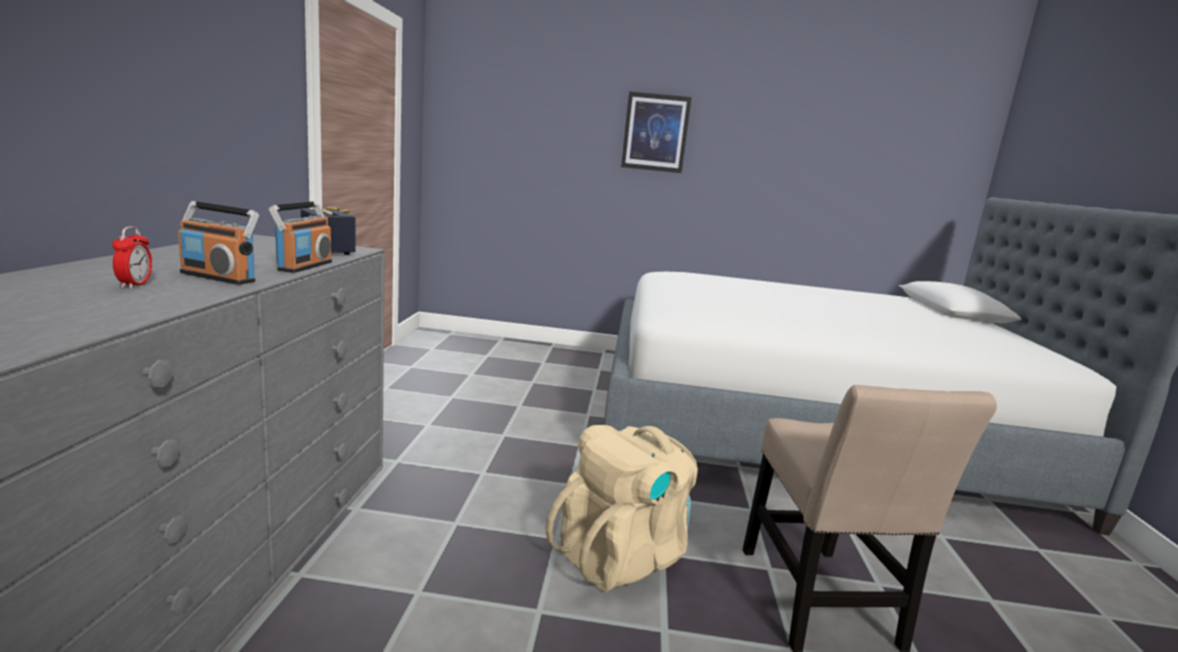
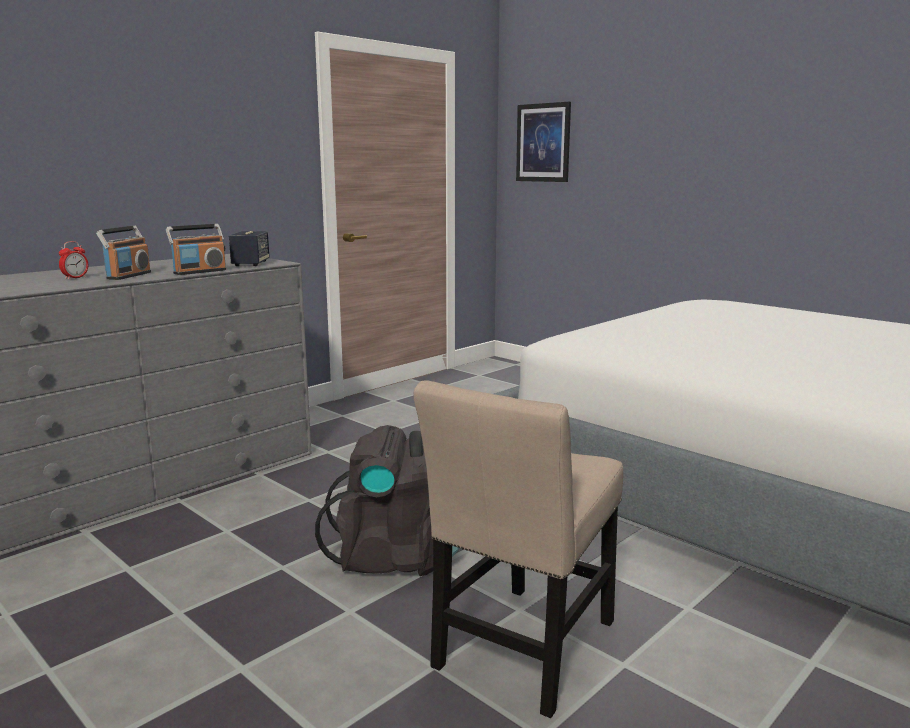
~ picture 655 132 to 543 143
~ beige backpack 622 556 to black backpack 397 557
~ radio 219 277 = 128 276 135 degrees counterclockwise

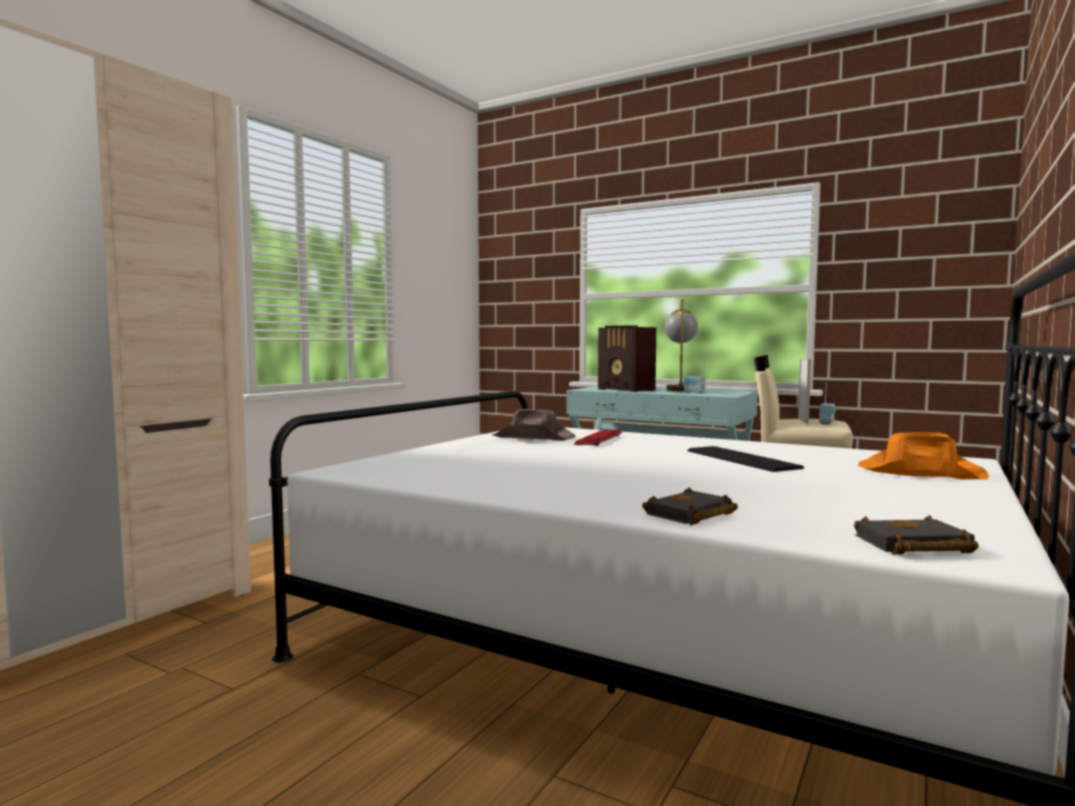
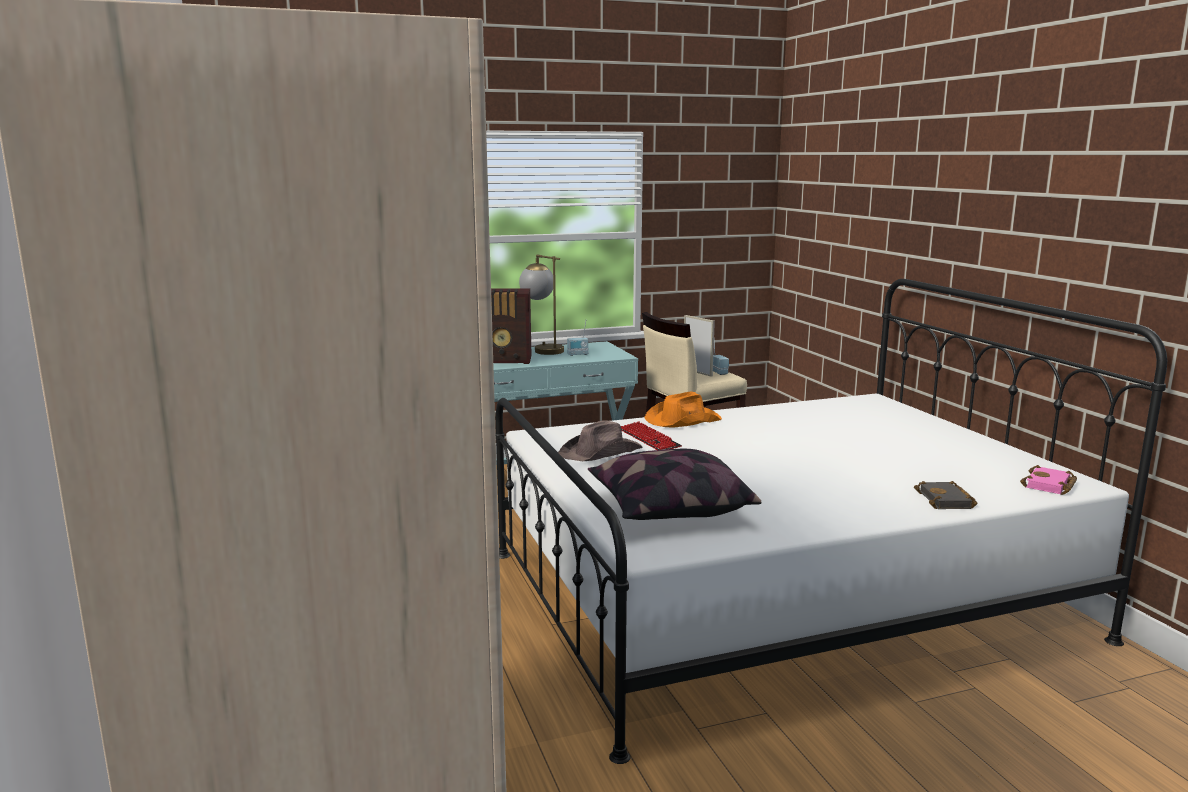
- keyboard 742 459
+ pillow 668 509
~ orange hat 918 472 to 682 420
~ black book 912 546 to pink book 1050 486

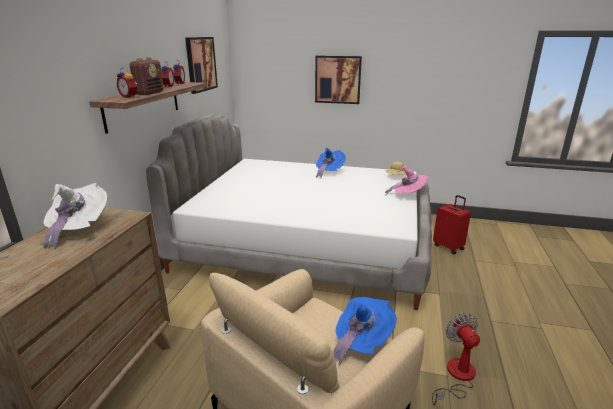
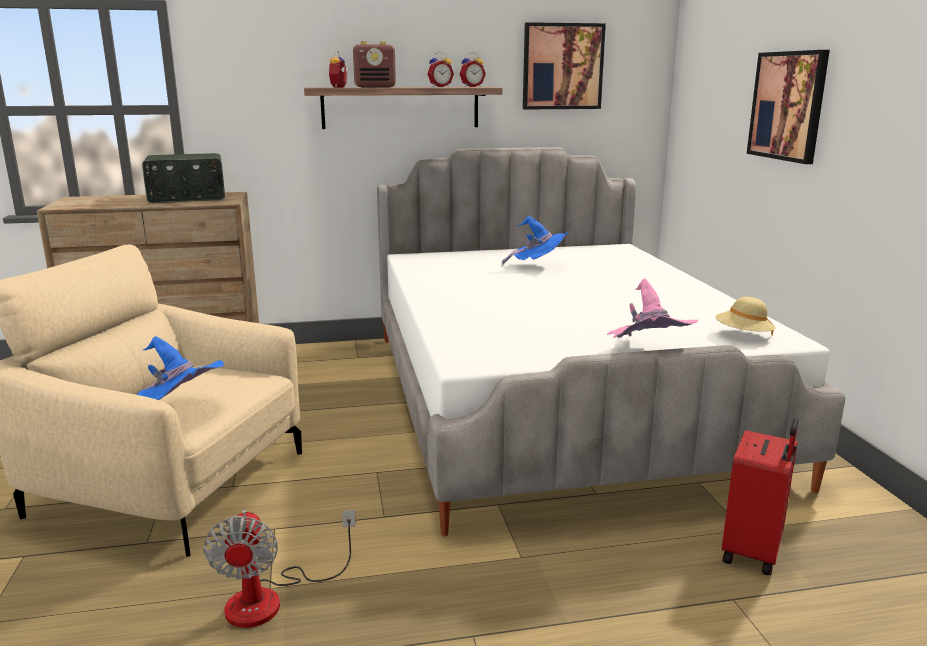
~ blue hat 328 172 to 538 266
~ white hat 77 229 to radio 187 198
~ fan 457 376 = 271 598 120 degrees clockwise

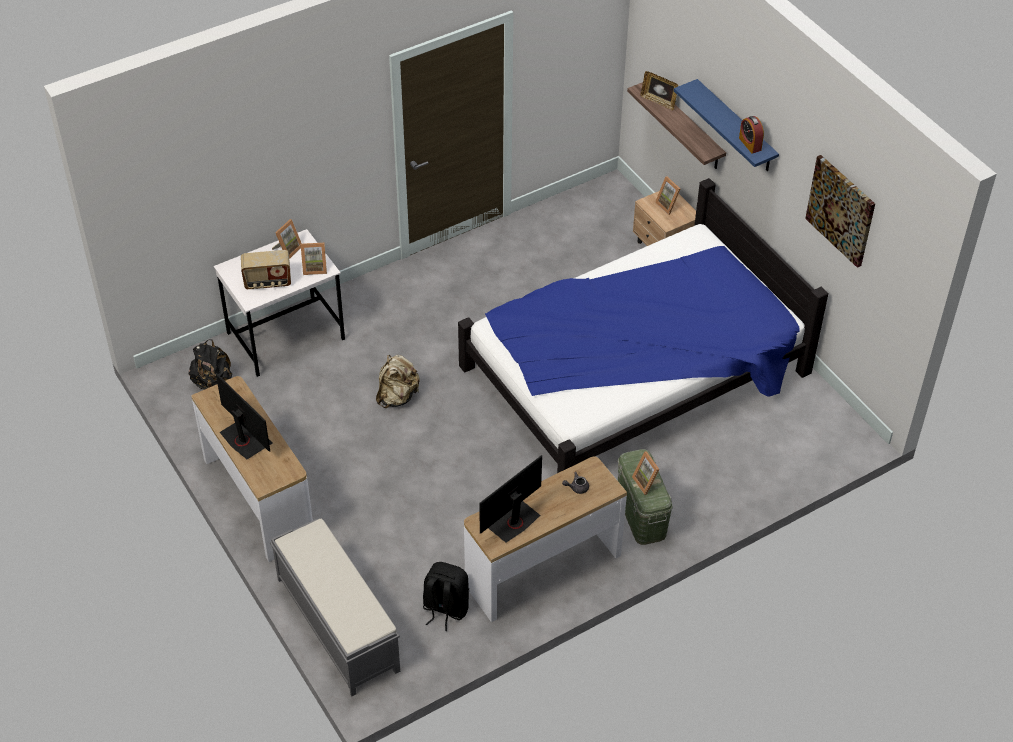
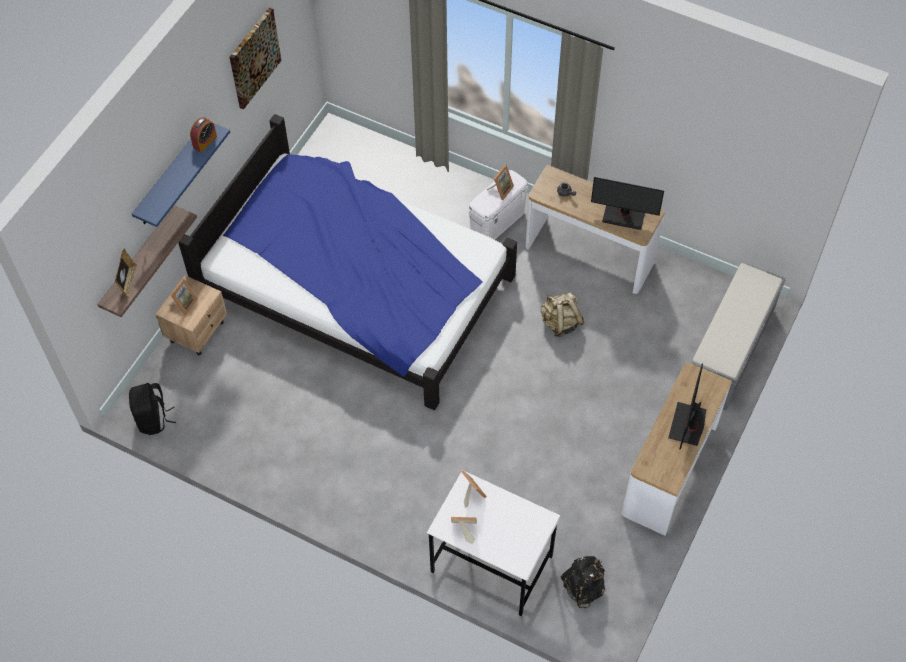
- radio 268 282
~ beige backpack 397 396 to 560 323
~ black backpack 445 609 to 153 419
~ green storage box 641 515 to white storage box 497 221

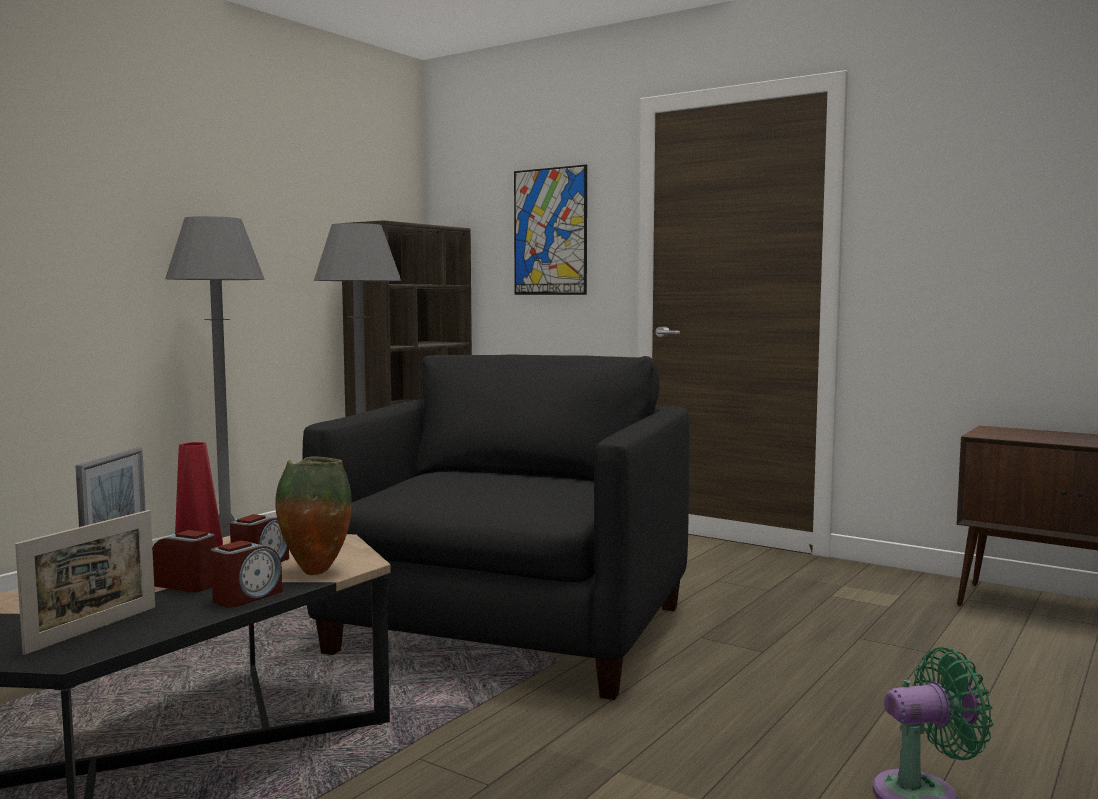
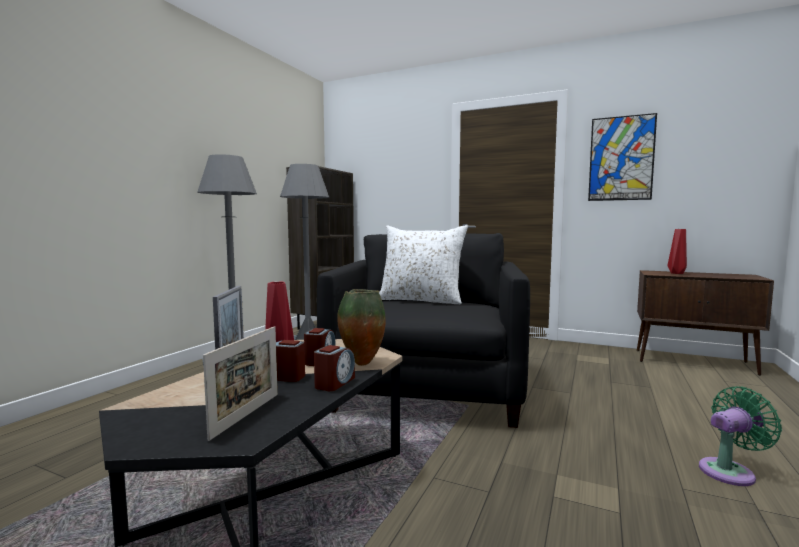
+ white pillow 420 300
+ red vase 677 273
~ picture 550 231 to 621 158

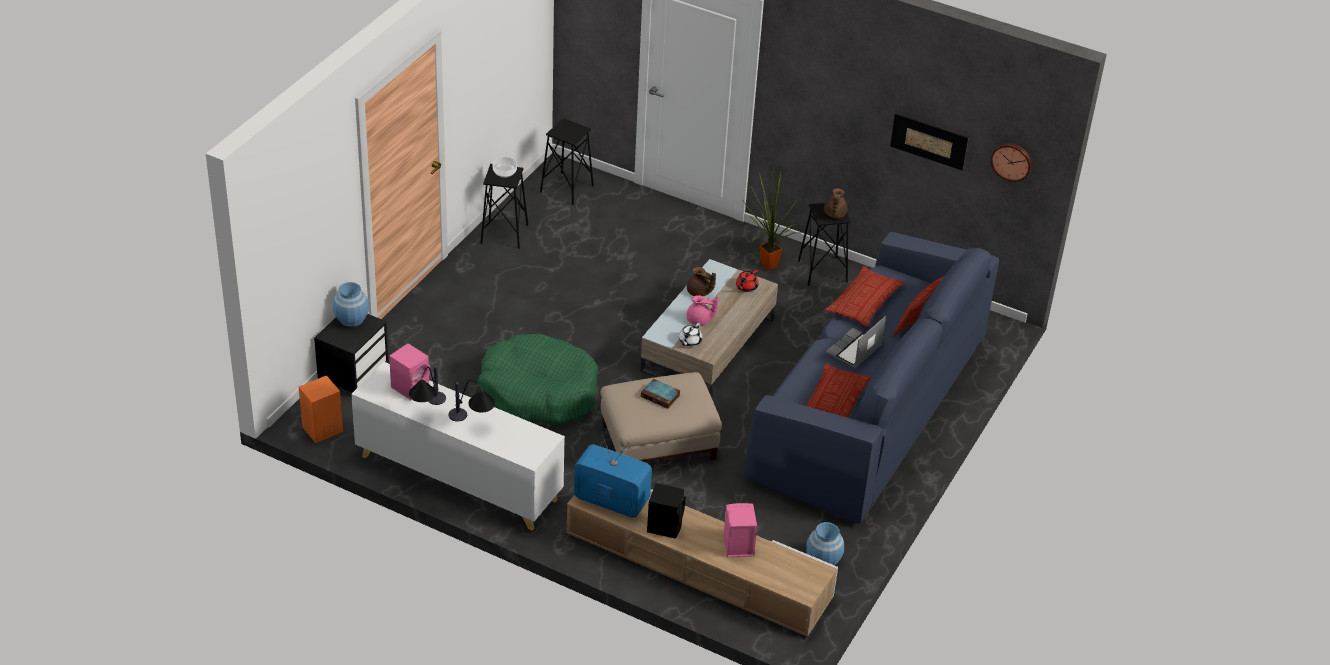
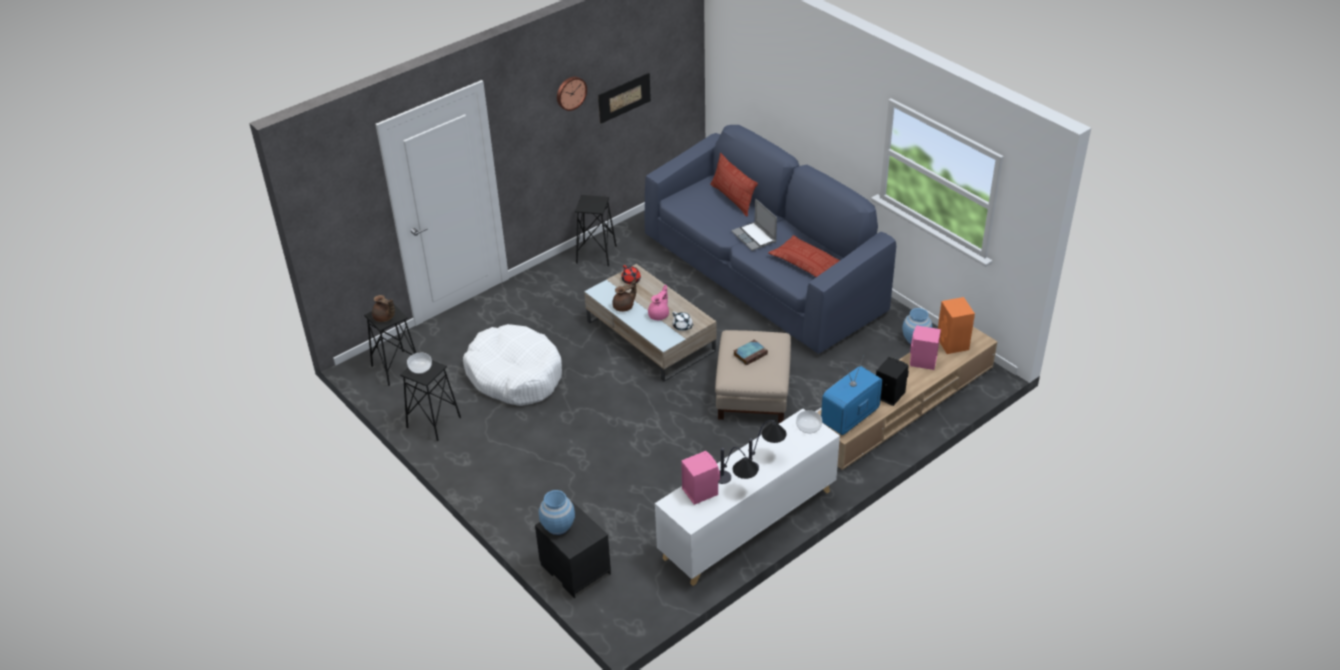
- green dog bed 539 391
- potted plant 766 266
- pillow 864 301
+ white dog bed 515 375
+ bowl 809 427
~ orange speaker 321 429 to 953 344
~ brown teapot 834 214 to 384 318
~ wall clock 1012 161 to 570 92

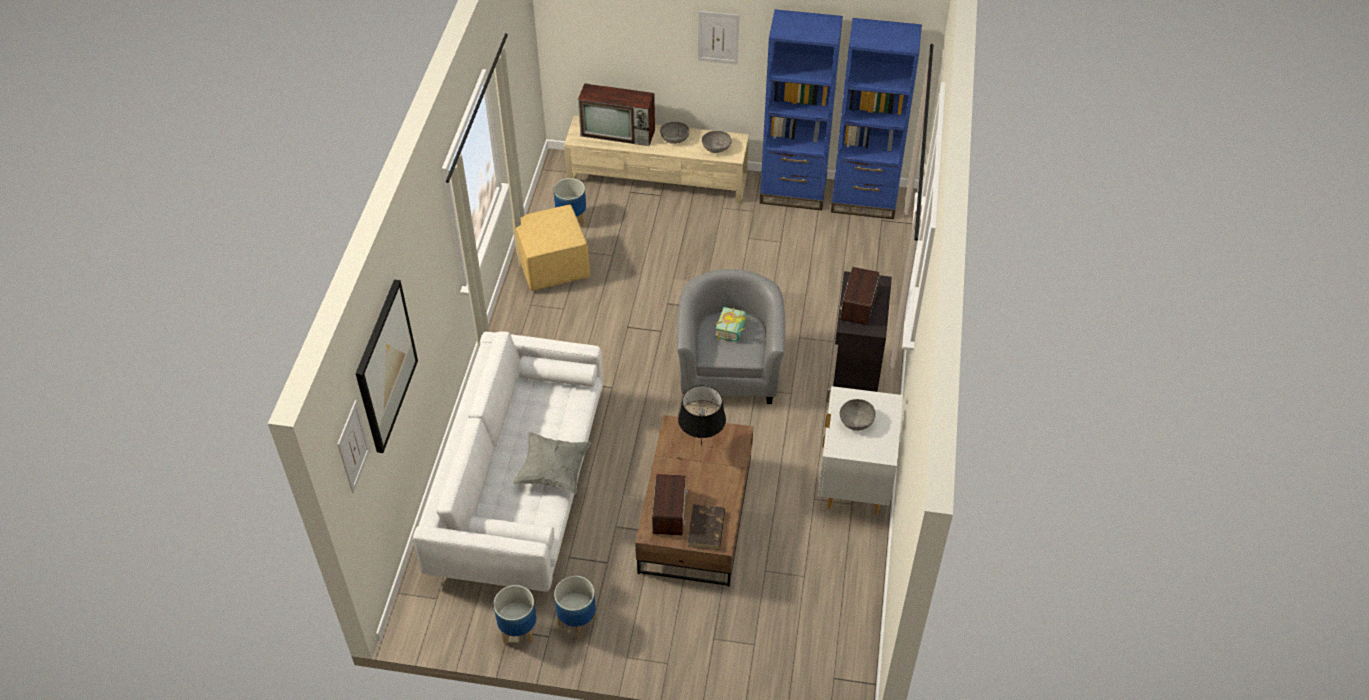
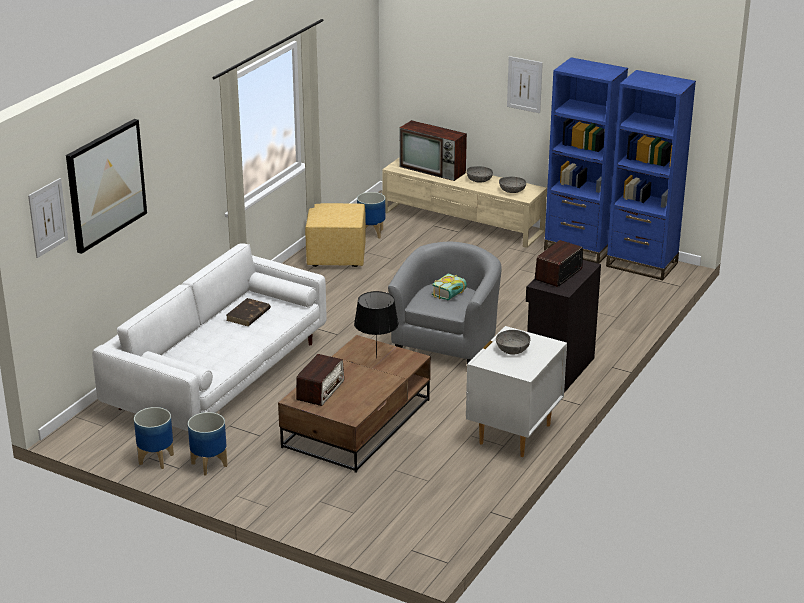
- grey pillow 553 471
~ brown book 706 529 to 248 315

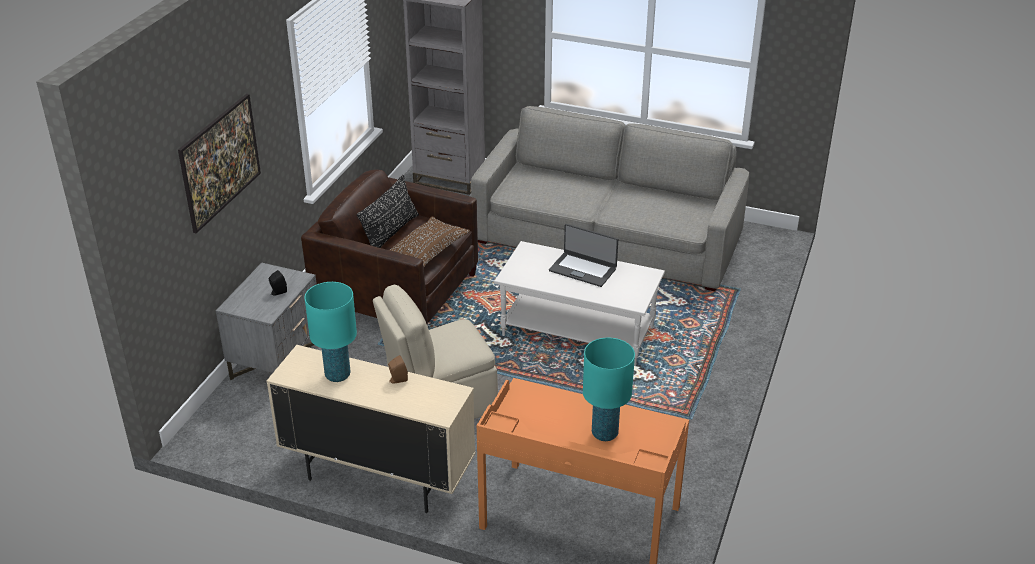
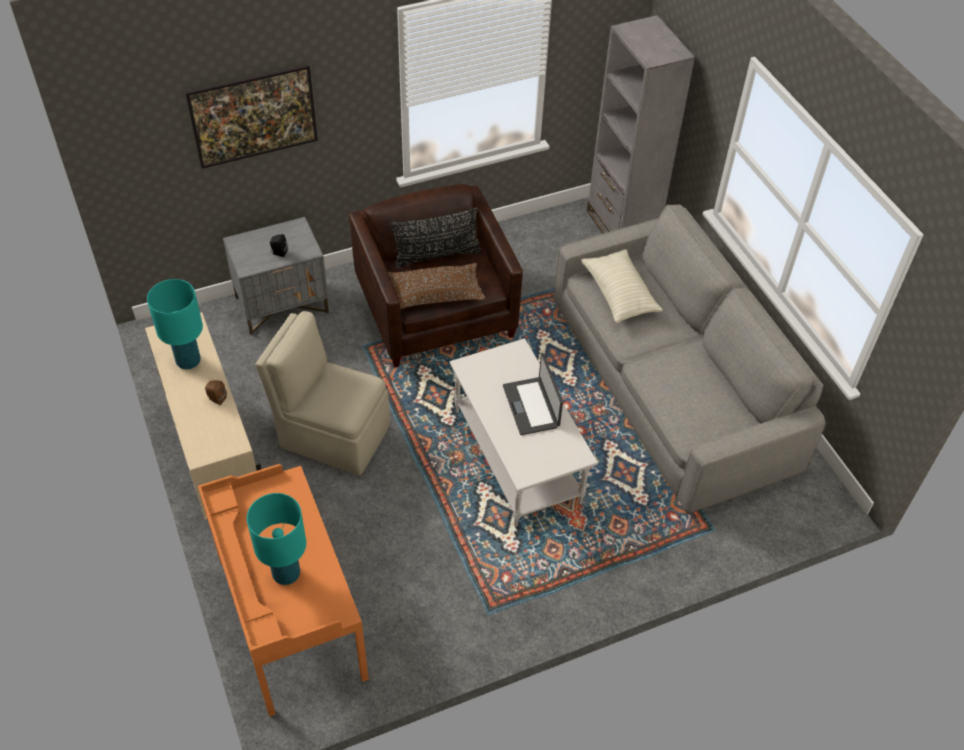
+ beige pillow 619 294

